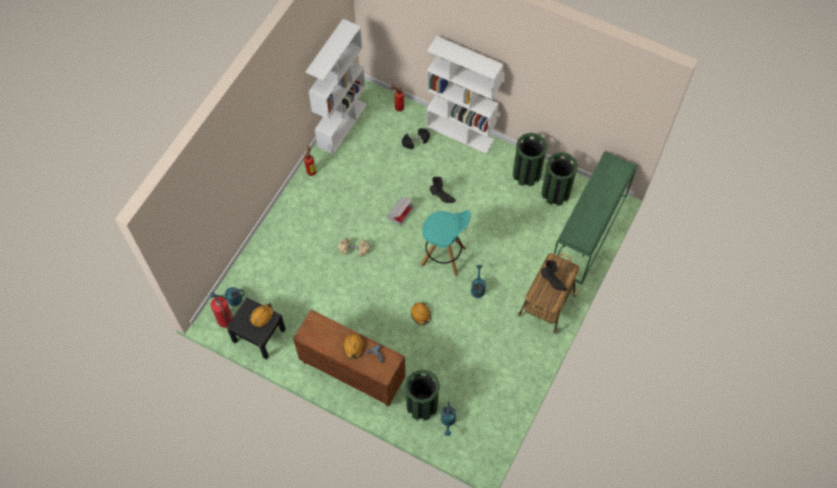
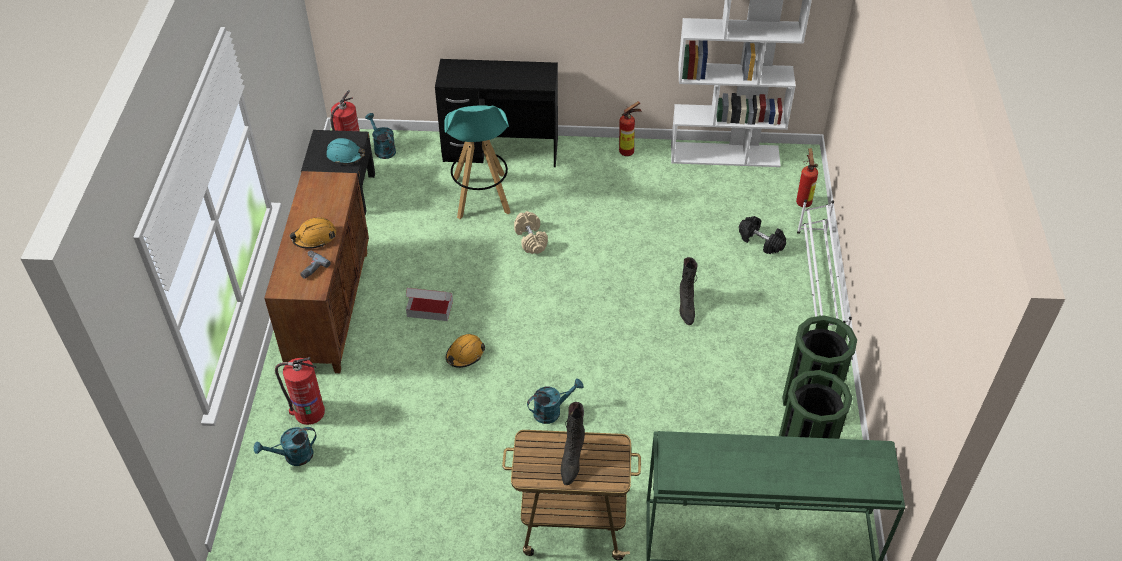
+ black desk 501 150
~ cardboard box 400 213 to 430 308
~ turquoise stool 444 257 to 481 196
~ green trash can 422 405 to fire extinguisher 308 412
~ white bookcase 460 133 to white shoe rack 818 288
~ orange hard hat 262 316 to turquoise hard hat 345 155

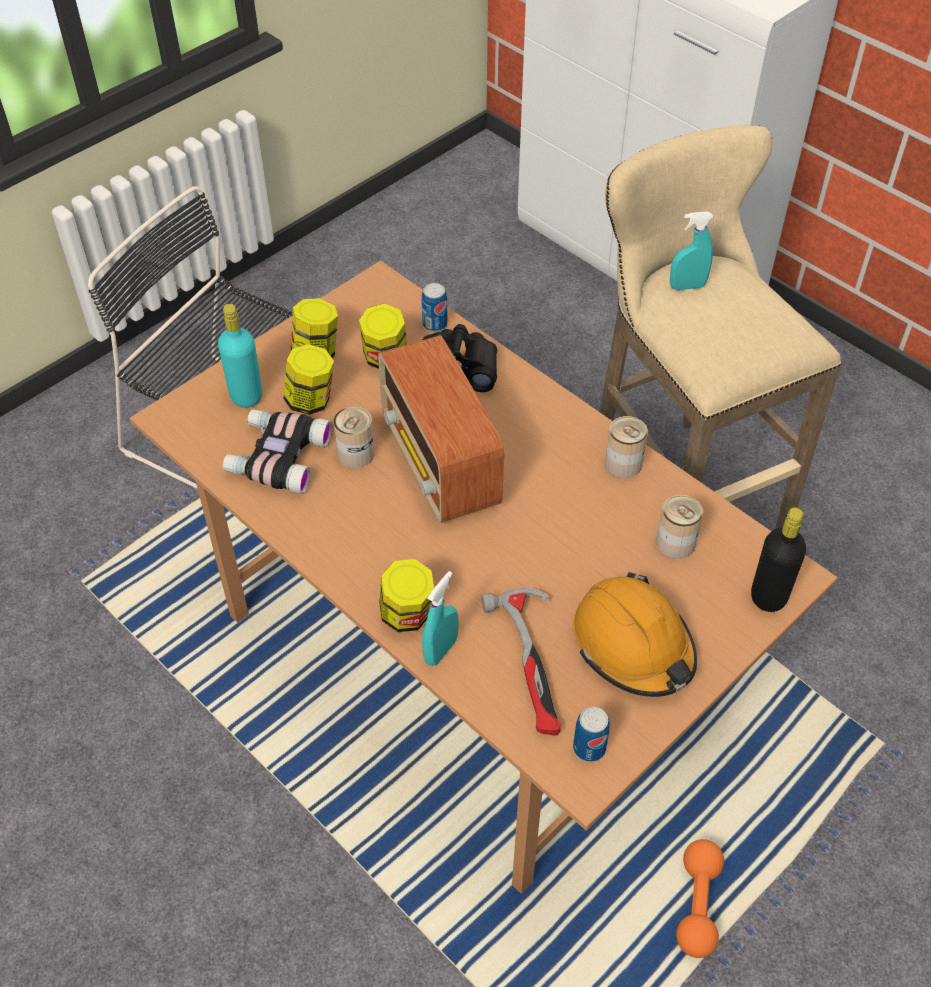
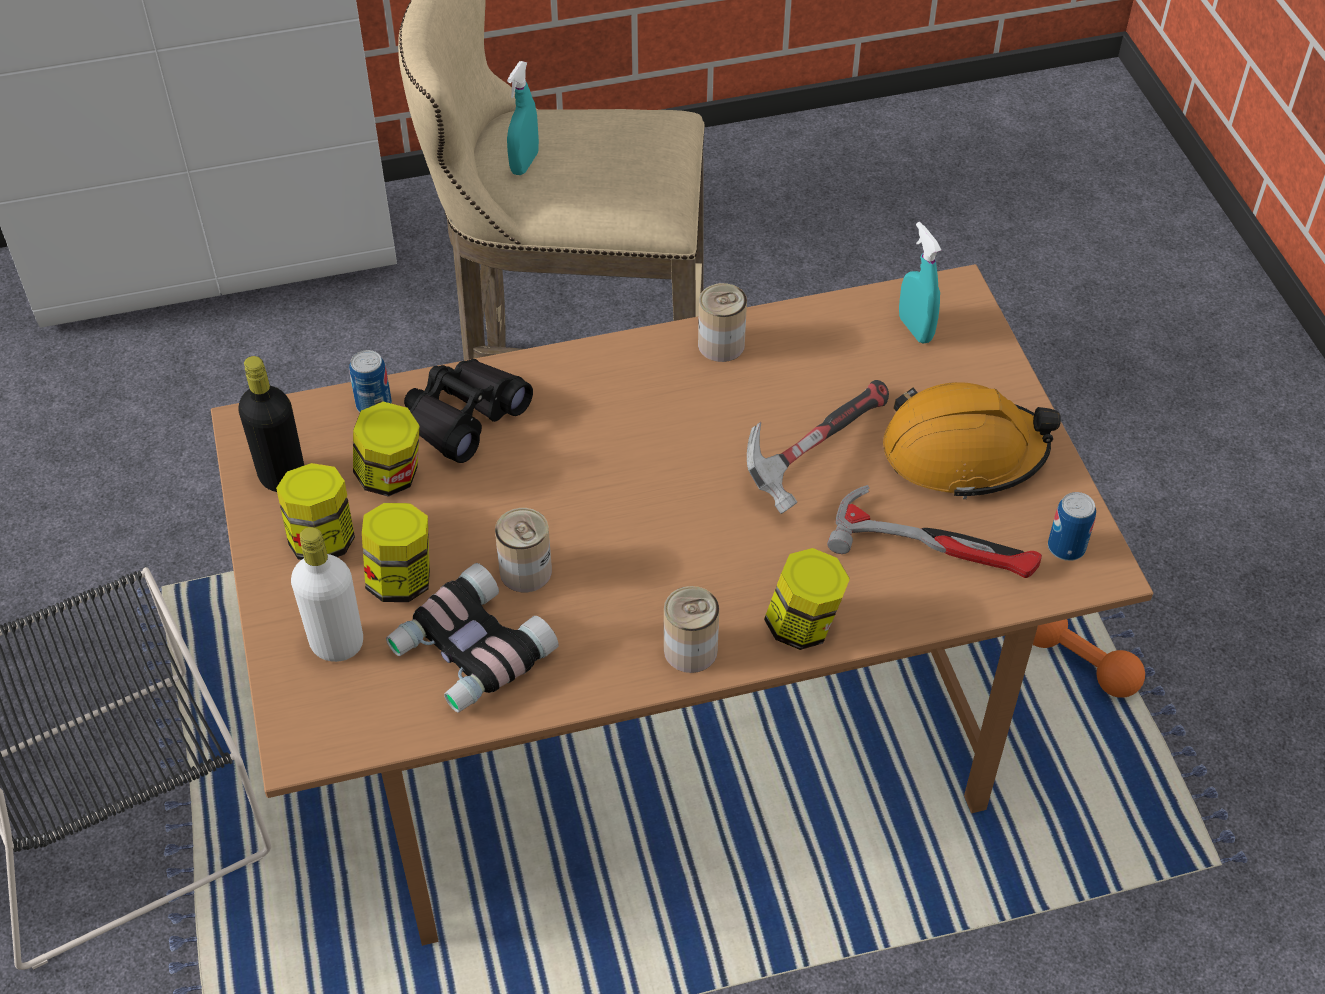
- radio 440 465
+ hammer 814 454
~ turquoise spray bottle 441 650 to 915 329
~ can 675 543 to 690 650
~ black bottle 768 597 to 282 476
~ turquoise bottle 246 396 to white bottle 337 644

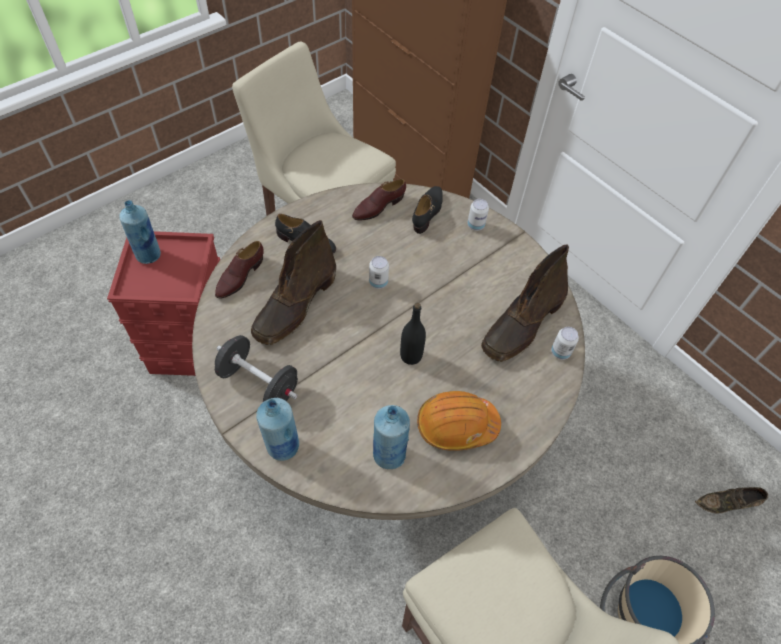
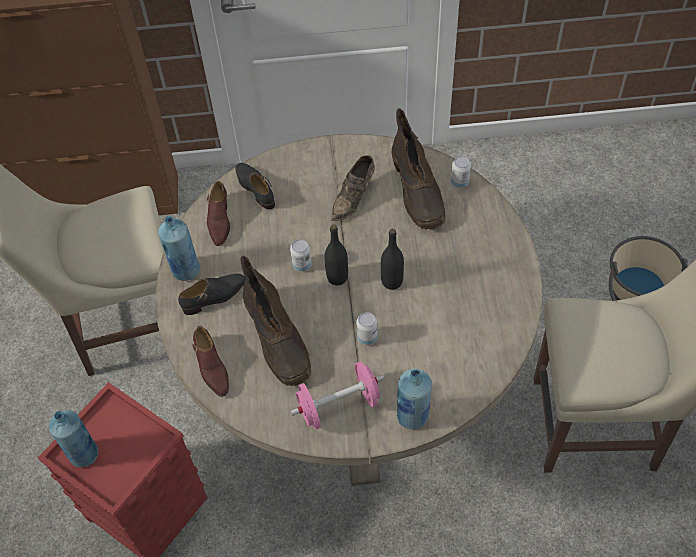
- orange hard hat 456 425
+ black bottle 337 277
~ blue bottle 389 454 to 185 270
~ can 475 225 to 367 337
~ brown shoe 726 504 to 354 198
~ black dumbbell 259 383 to pink dumbbell 338 405

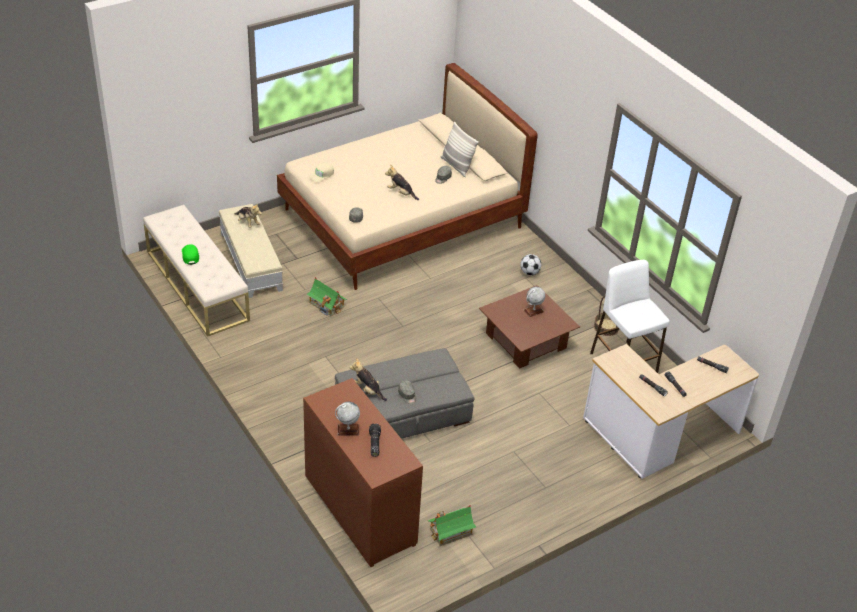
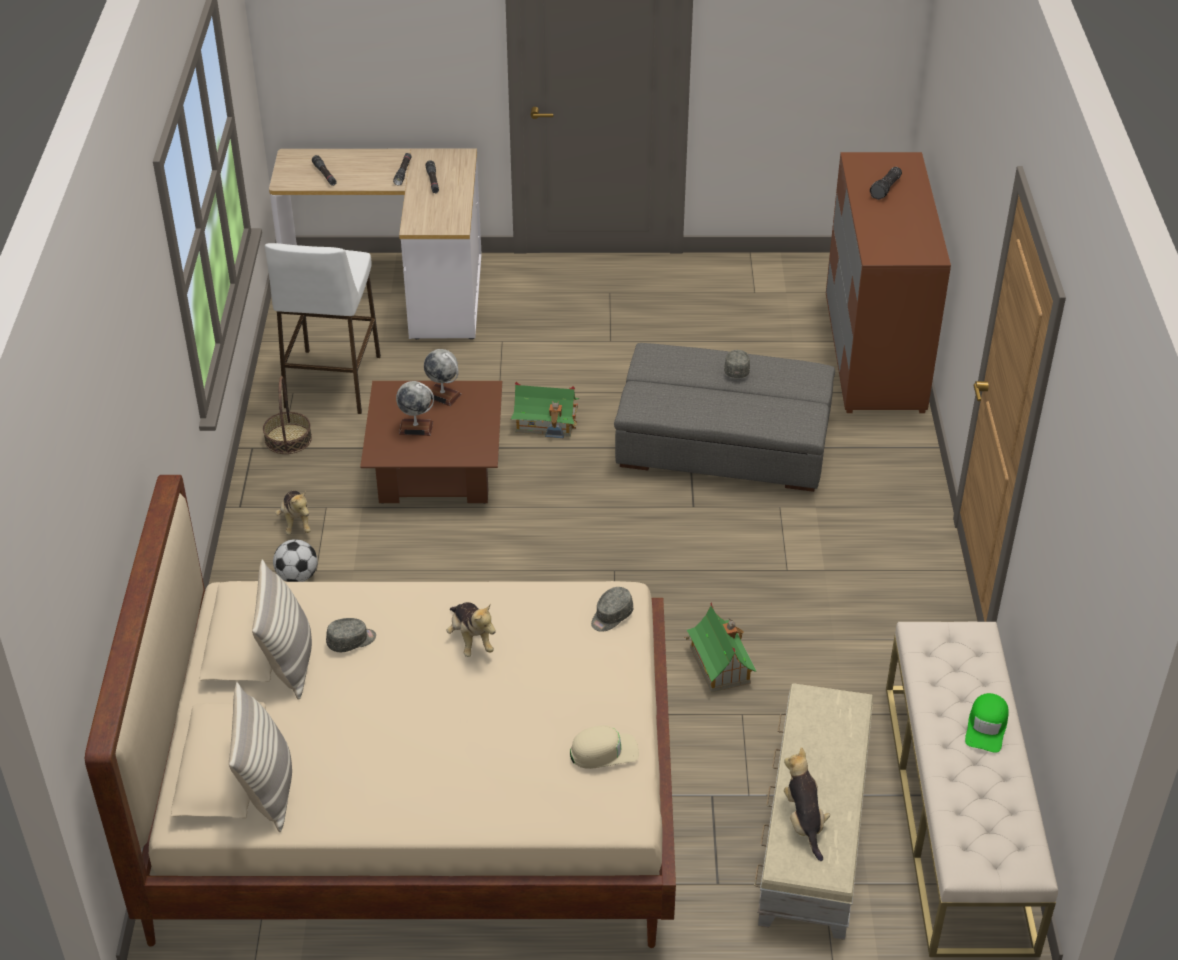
+ pillow 268 789
~ globe 348 430 to 443 395
~ plush toy 368 390 to 296 522
~ toy house 450 531 to 545 423

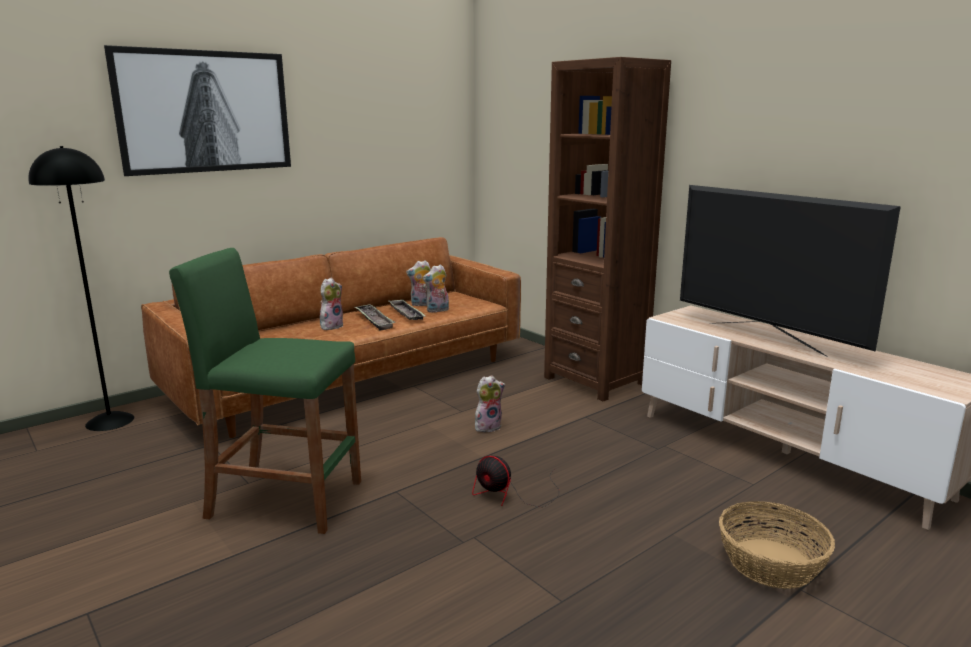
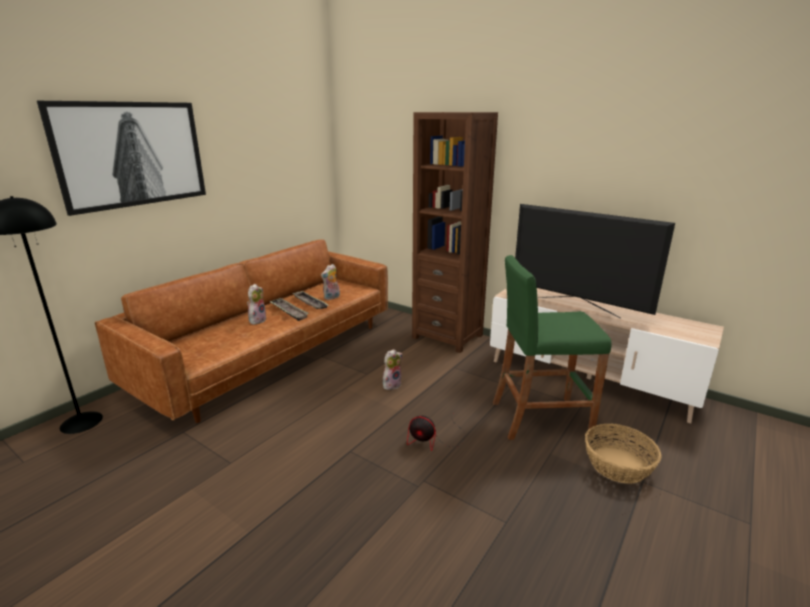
- plush toy 422 304
~ green stool 285 499 to 539 418

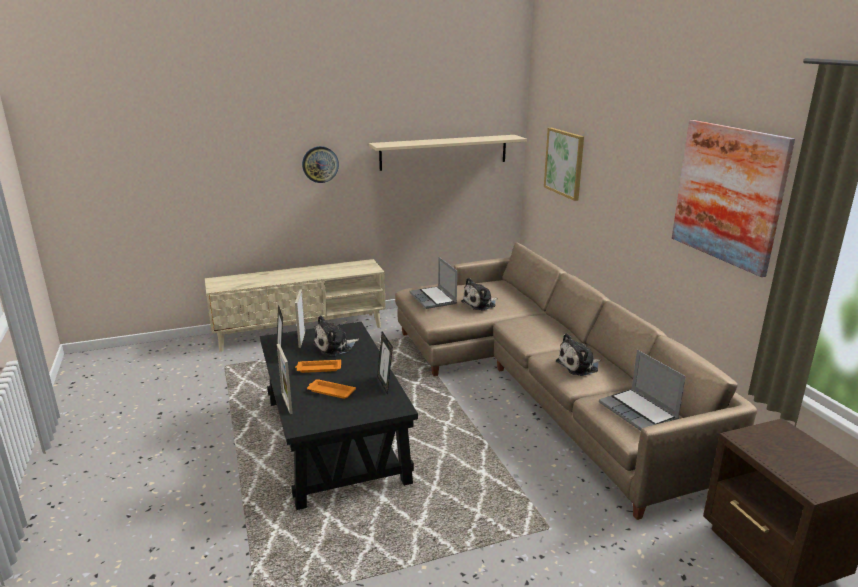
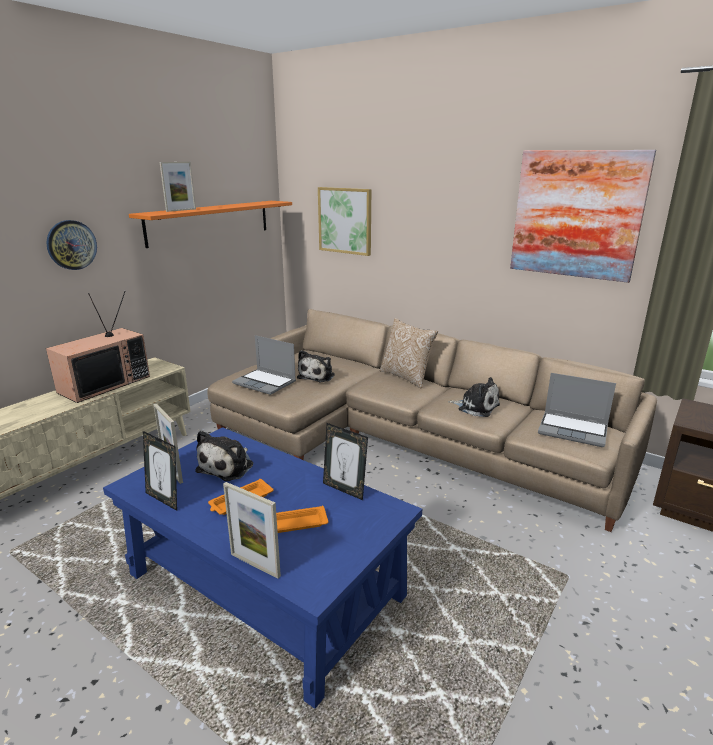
+ television 105 384
+ picture frame 181 210
+ pillow 407 377
~ black coffee table 335 440 to blue coffee table 266 585
~ beige shelf 444 152 to orange shelf 210 222
~ plush toy 579 366 = 476 407 90 degrees counterclockwise

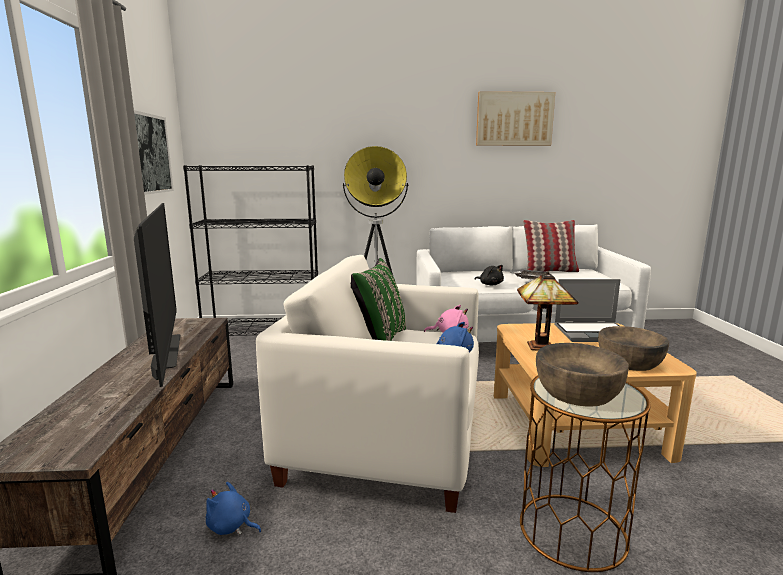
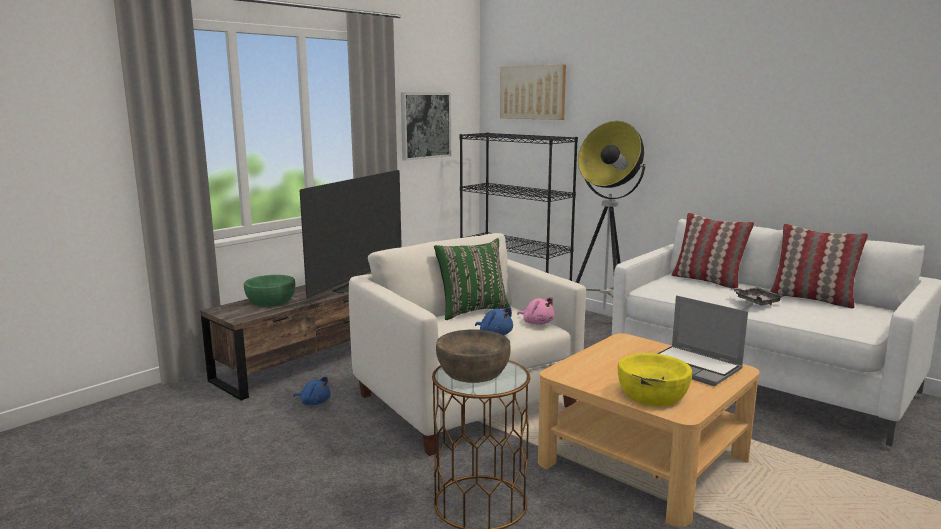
- black plush toy 490 284
- table lamp 542 346
+ green bowl 271 301
+ pillow 707 281
~ picture 514 119 to 532 92
~ brown bowl 630 361 to yellow bowl 652 394
~ blue plush toy 231 526 = 314 402 135 degrees clockwise

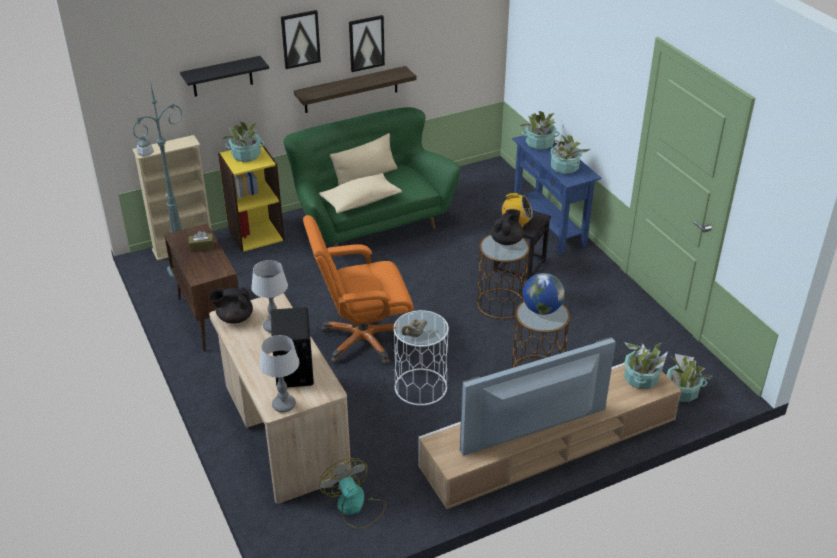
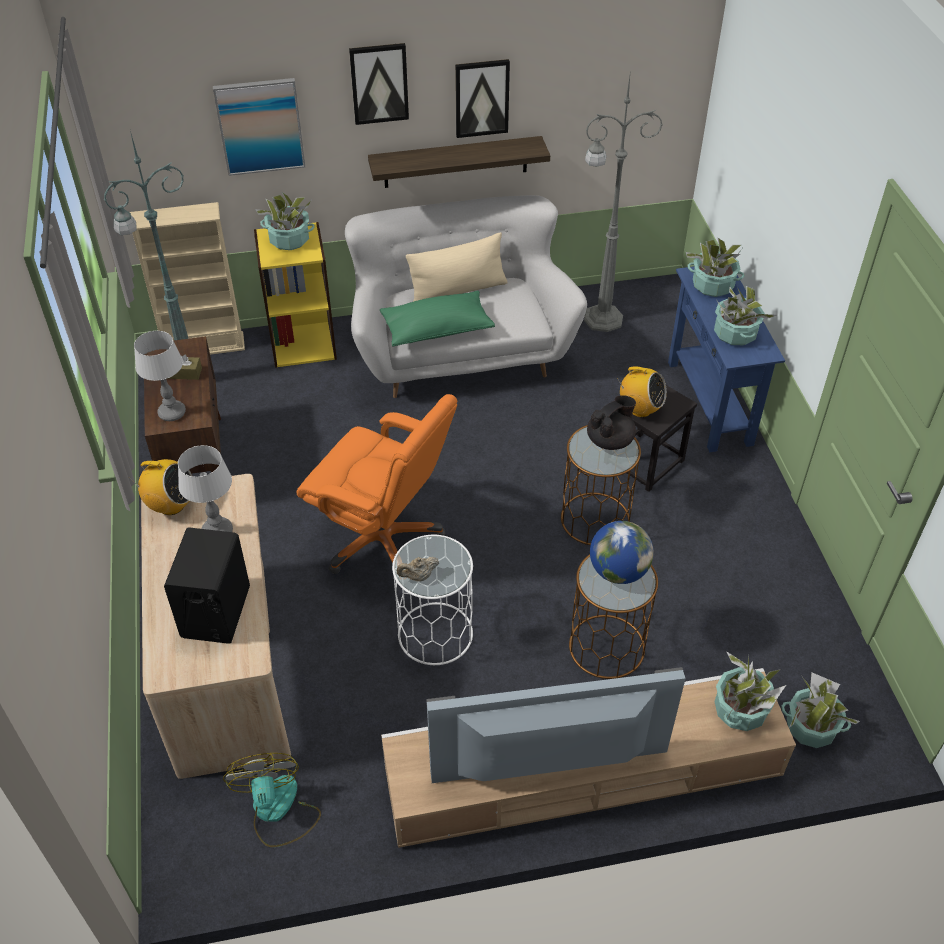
+ grey floor lamp 601 319
~ table lamp 284 405 to 172 413
~ black shelf 222 76 to picture 260 126
~ black teapot 234 318 to radio 171 505
~ green sofa 370 222 to white sofa 460 350
~ beige pillow 360 201 to green pillow 437 330
~ orange office chair 362 340 = 383 540 150 degrees counterclockwise

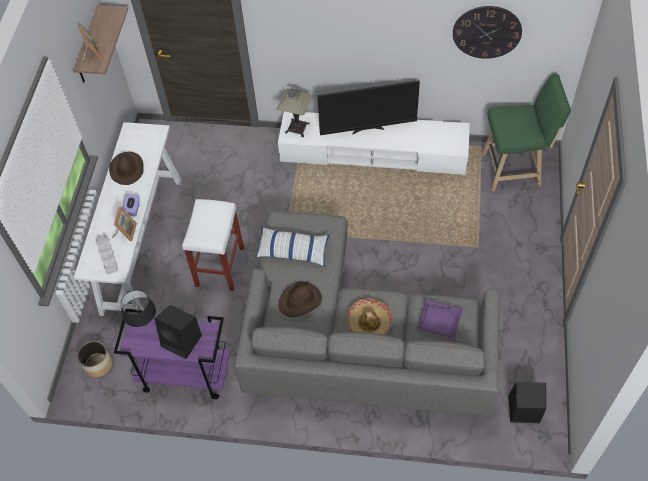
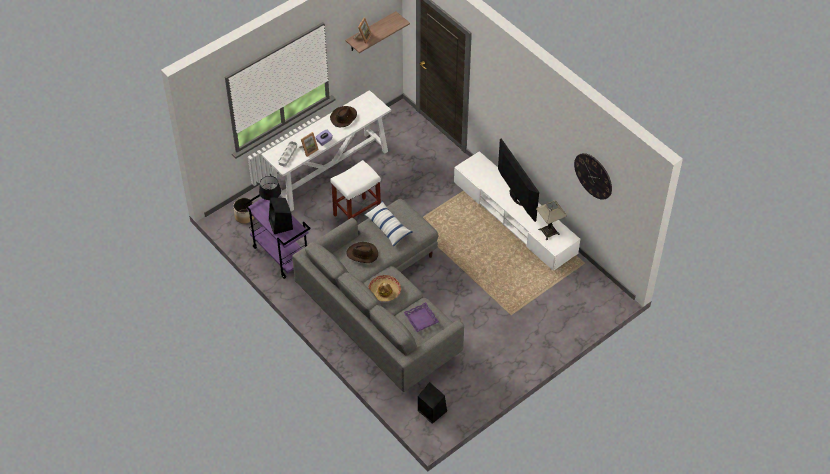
- green stool 514 169
~ table lamp 297 128 to 549 232
~ television 368 129 = 515 197 150 degrees counterclockwise

